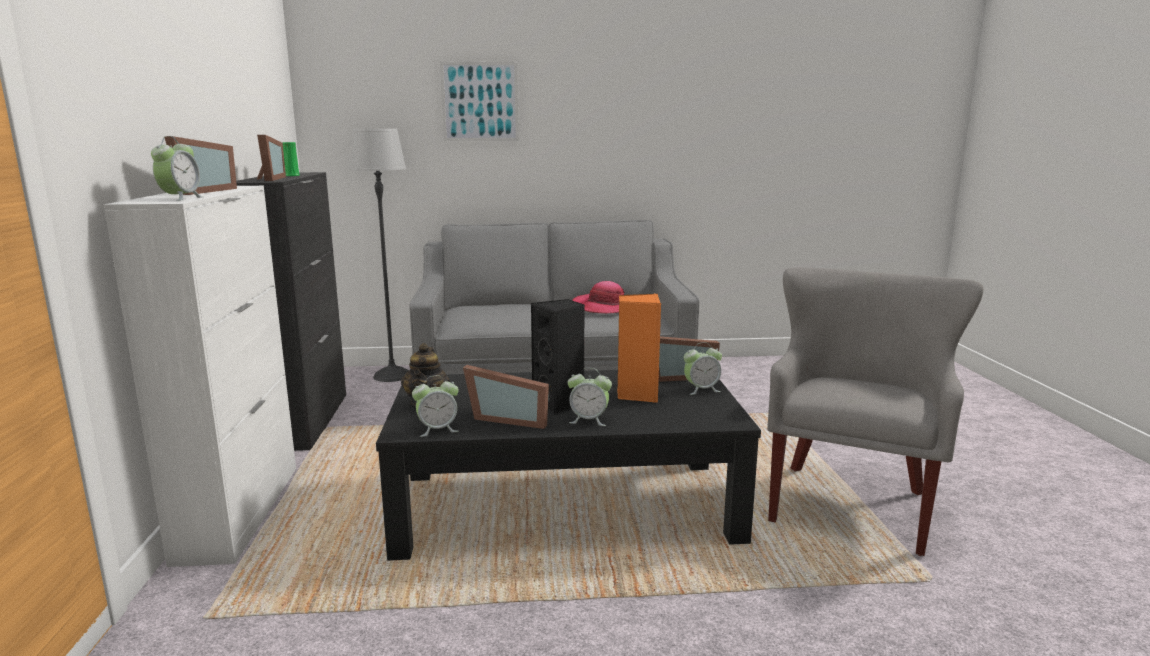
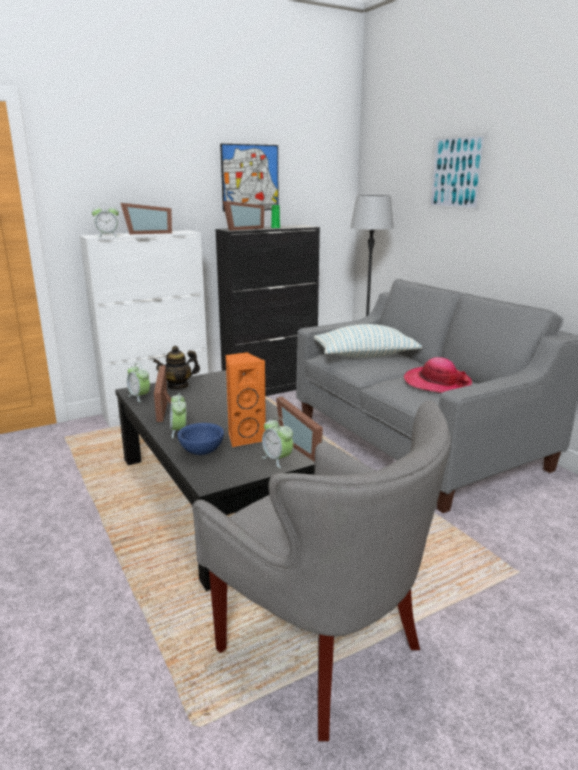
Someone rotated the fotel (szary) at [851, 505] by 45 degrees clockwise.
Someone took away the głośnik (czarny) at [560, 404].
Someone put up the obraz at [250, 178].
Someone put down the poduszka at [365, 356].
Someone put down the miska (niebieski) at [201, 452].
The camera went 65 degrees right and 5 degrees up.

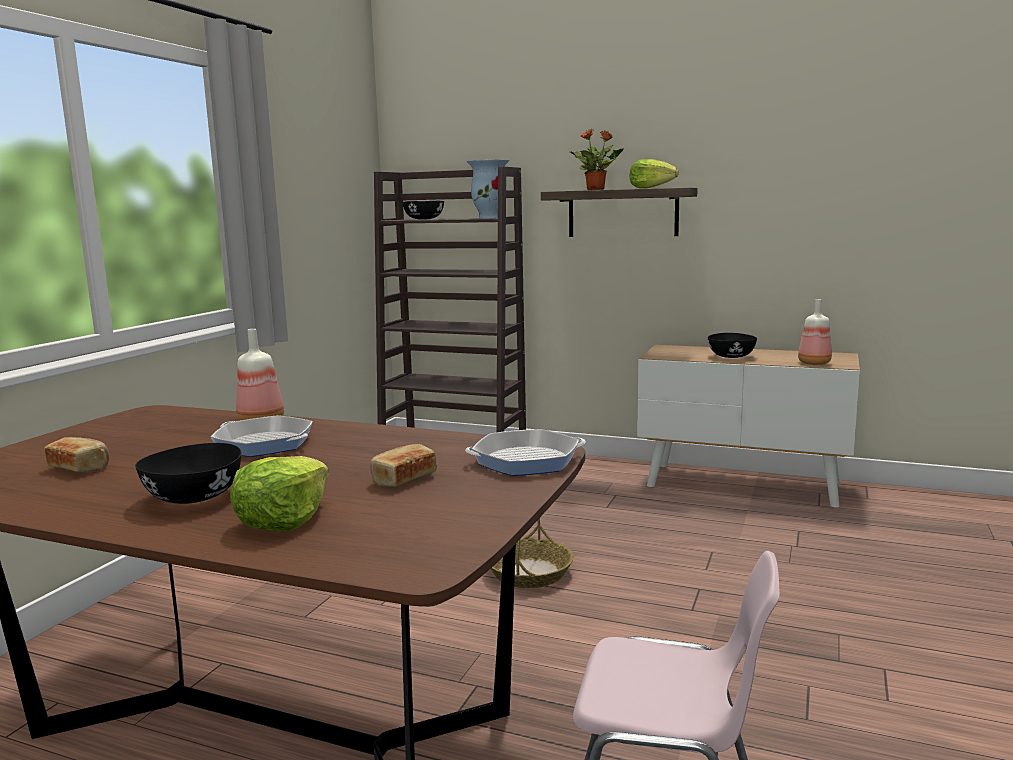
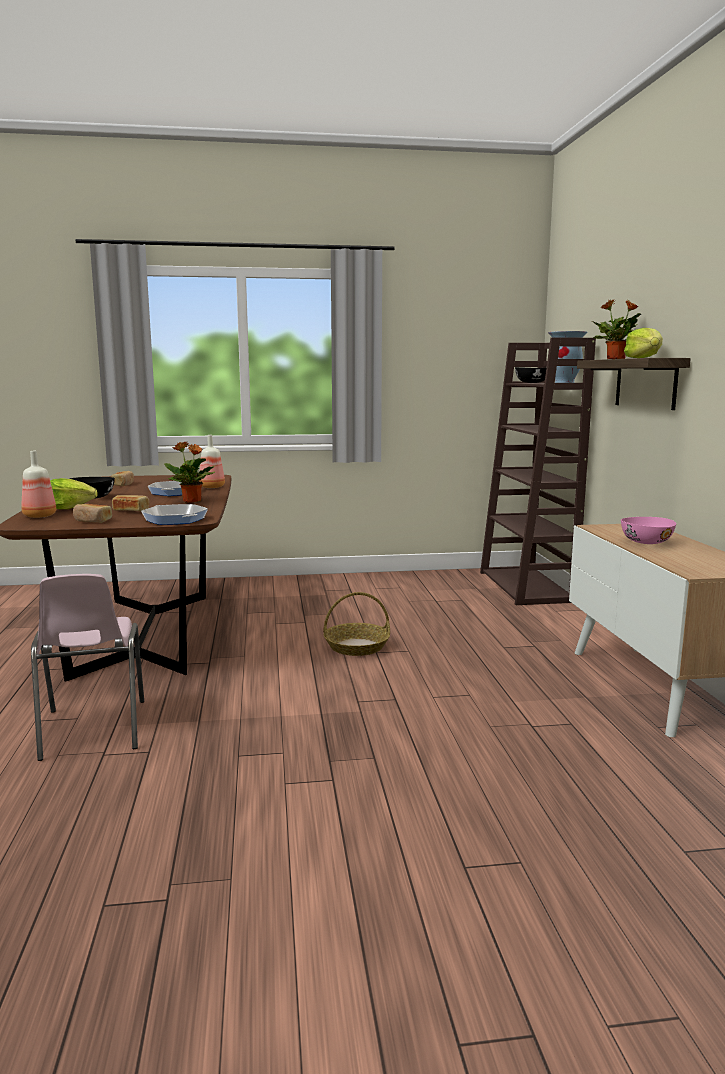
Someone carried the butelka from [813, 363] to [39, 516].
Someone repainted the miska (czarny) at [730, 356], which became the miska (różowy) at [646, 542].
Someone put down the roślina doniczkowa at [192, 501].
Someone put down the chleb at [92, 521].
The camera went 60 degrees right and 0 degrees up.

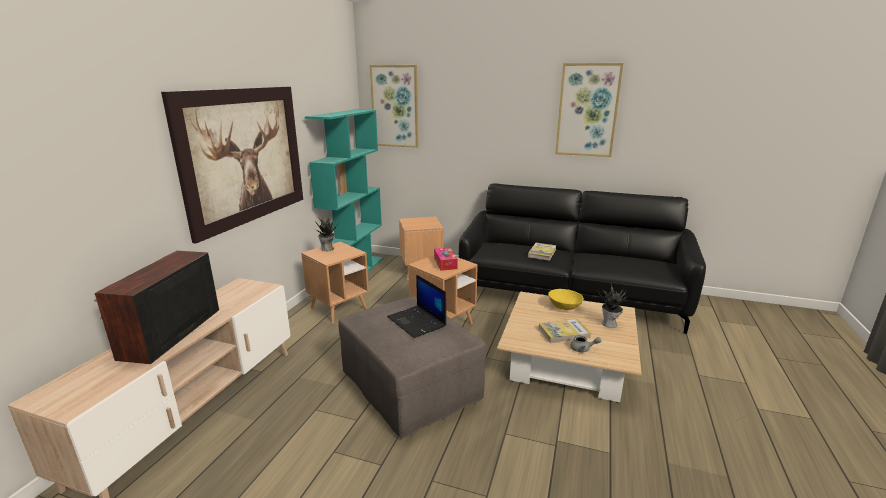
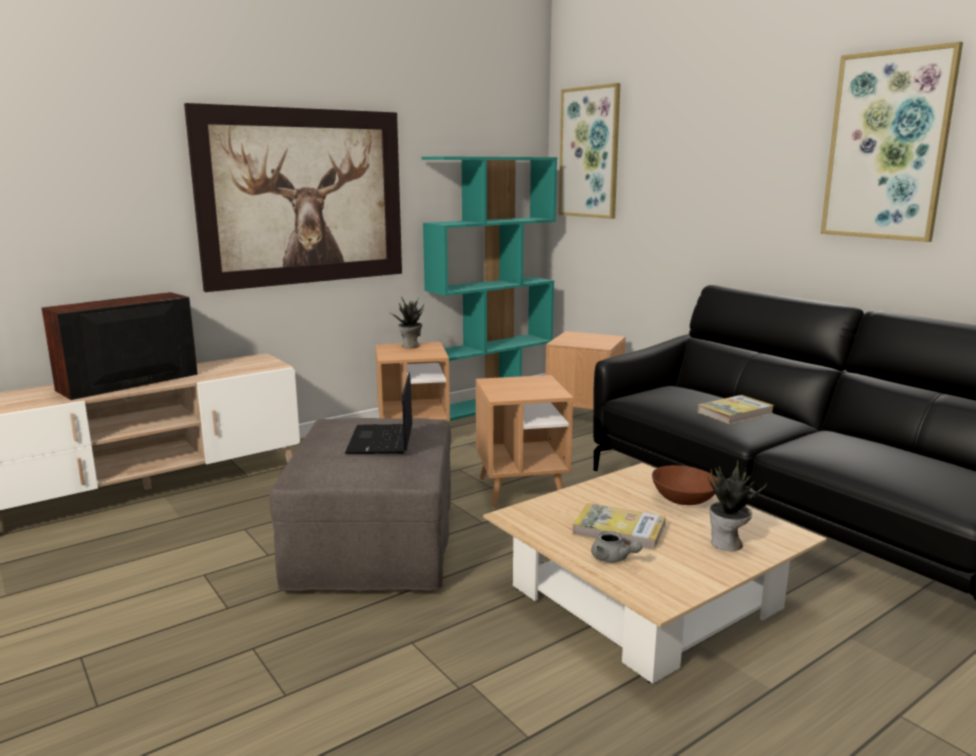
Someone took away the pudełko chusteczek at [445, 263].
Someone repainted the miska (żółty) at [564, 307], which became the miska (brązowy) at [683, 500].
The camera went 35 degrees right and 5 degrees down.

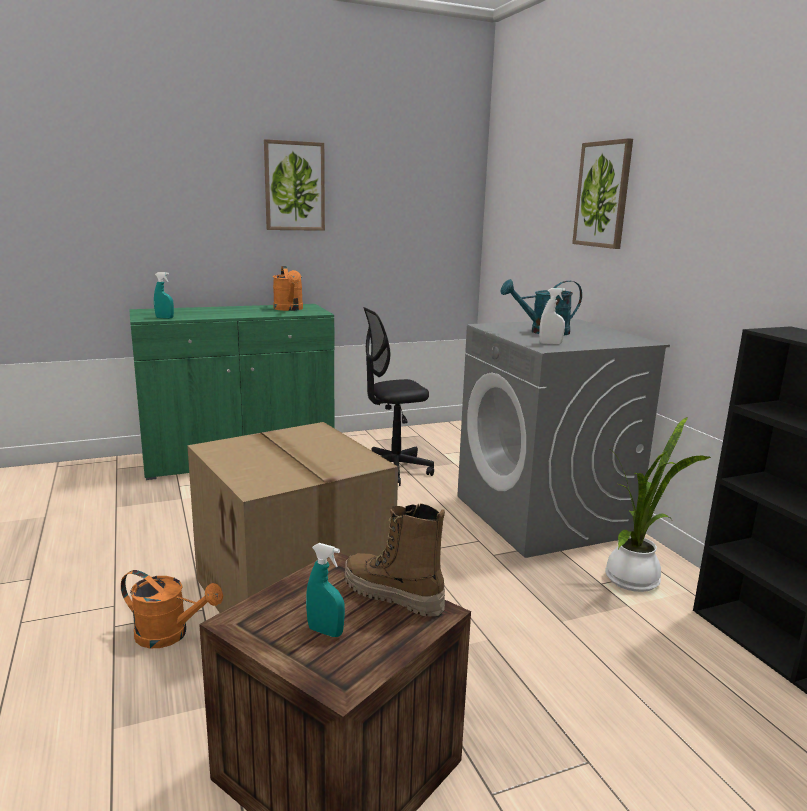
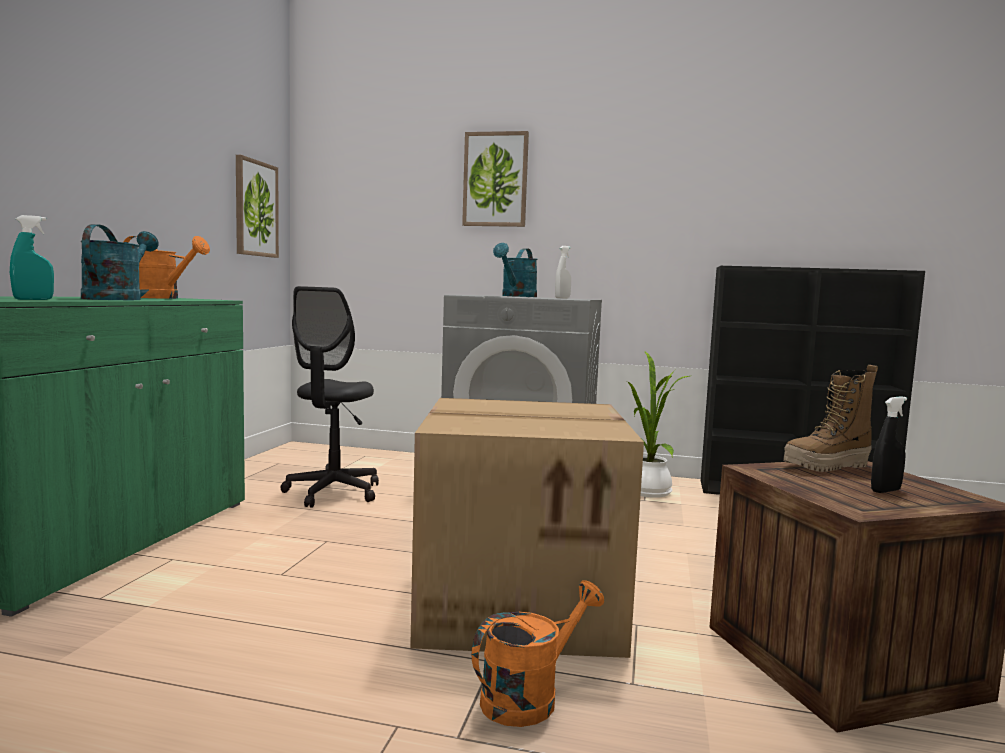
Someone carried the obraz from [294, 186] to [255, 208].
Someone repainted the spryskiwacz (turkusowy) at [325, 631], which became the spryskiwacz (czarny) at [885, 490].
Someone put down the konewka (turkusowy) at [117, 299].
The camera went 55 degrees left and 10 degrees down.

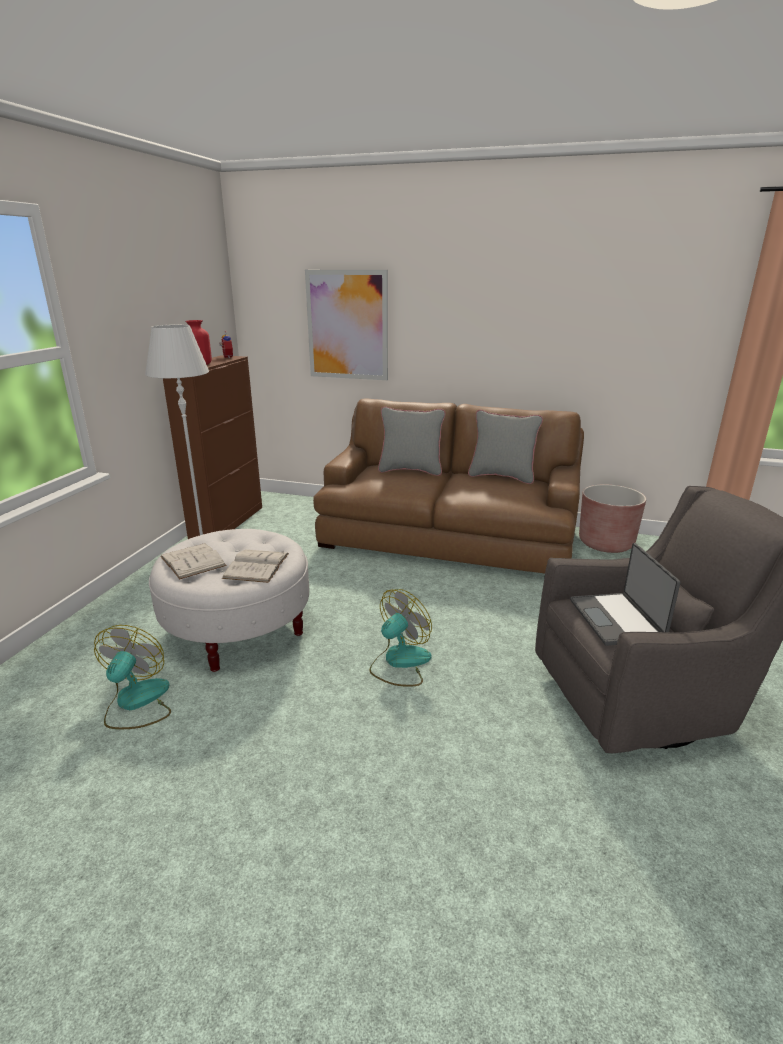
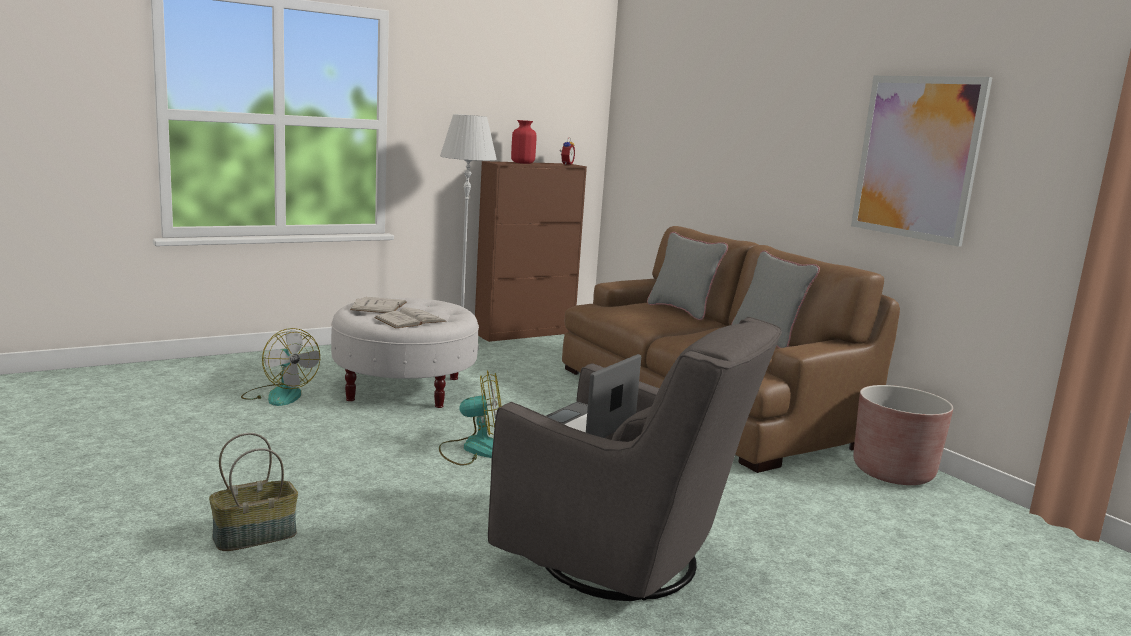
Someone carried the obraz from [347, 325] to [917, 157].
Someone rotated the wentylator at [136, 703] by 90 degrees clockwise.
Someone put down the koszyk at [255, 535].
The camera went 40 degrees right and 10 degrees down.

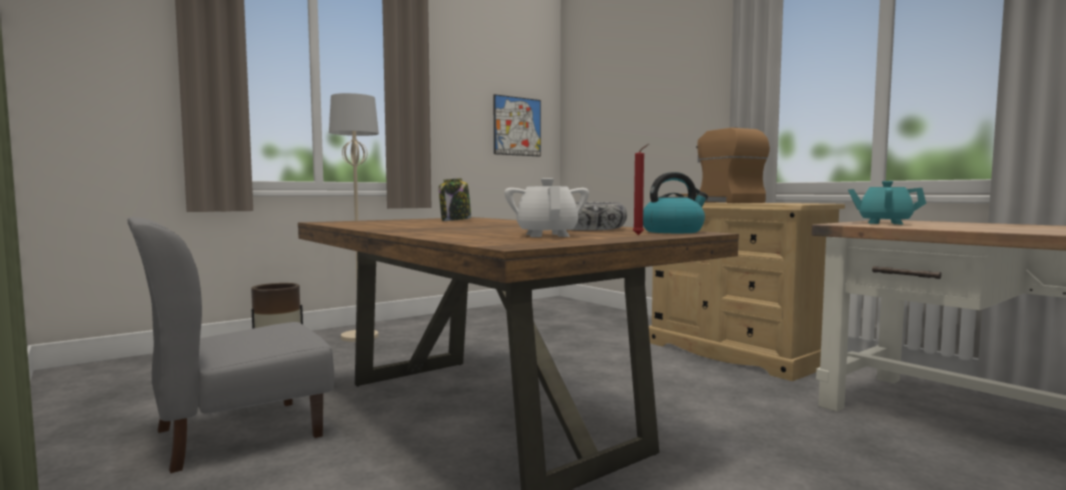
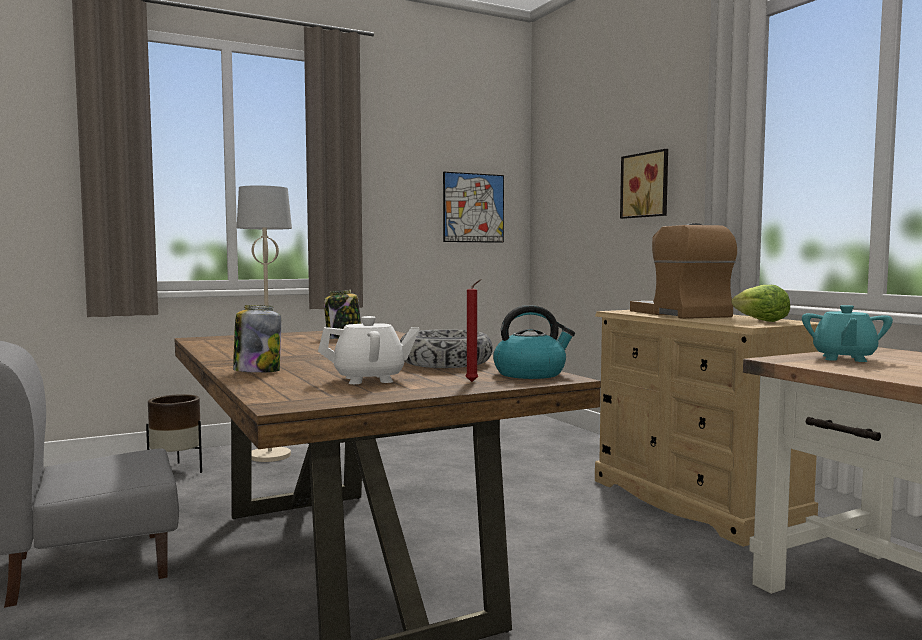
Someone rotated the imbryk (biały) at [547, 235] by 75 degrees clockwise.
Someone rotated the imbryk (turkusowy) at [884, 223] by 105 degrees counterclockwise.
Someone put up the obraz at [646, 185].
Someone put down the sałata at [761, 321].
Someone put down the słoik at [257, 371].
The camera went 10 degrees right and 0 degrees up.

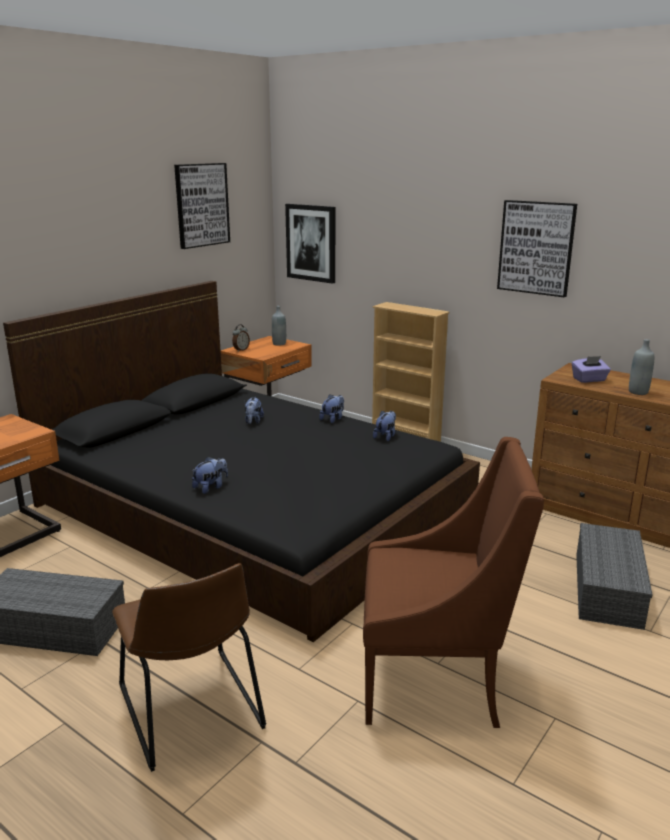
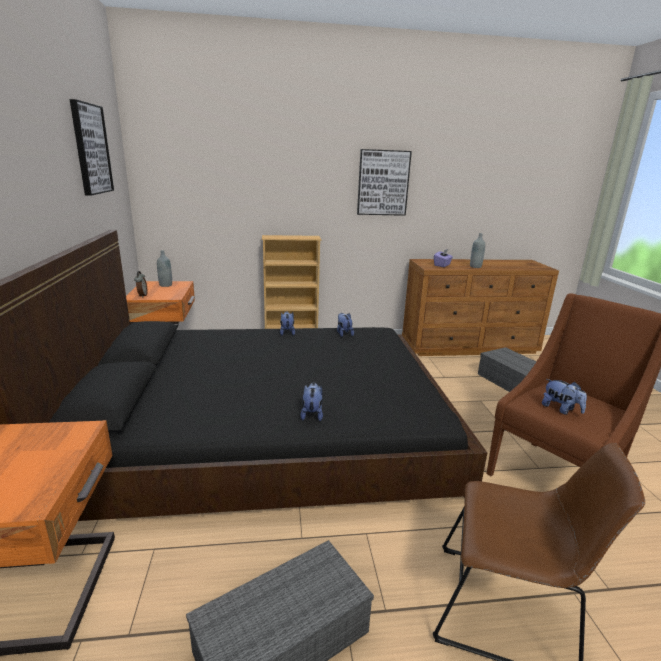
Someone took away the obraz at [311, 243].
Someone carried the pluszak from [253, 421] to [560, 409].
The camera went 45 degrees left and 0 degrees up.

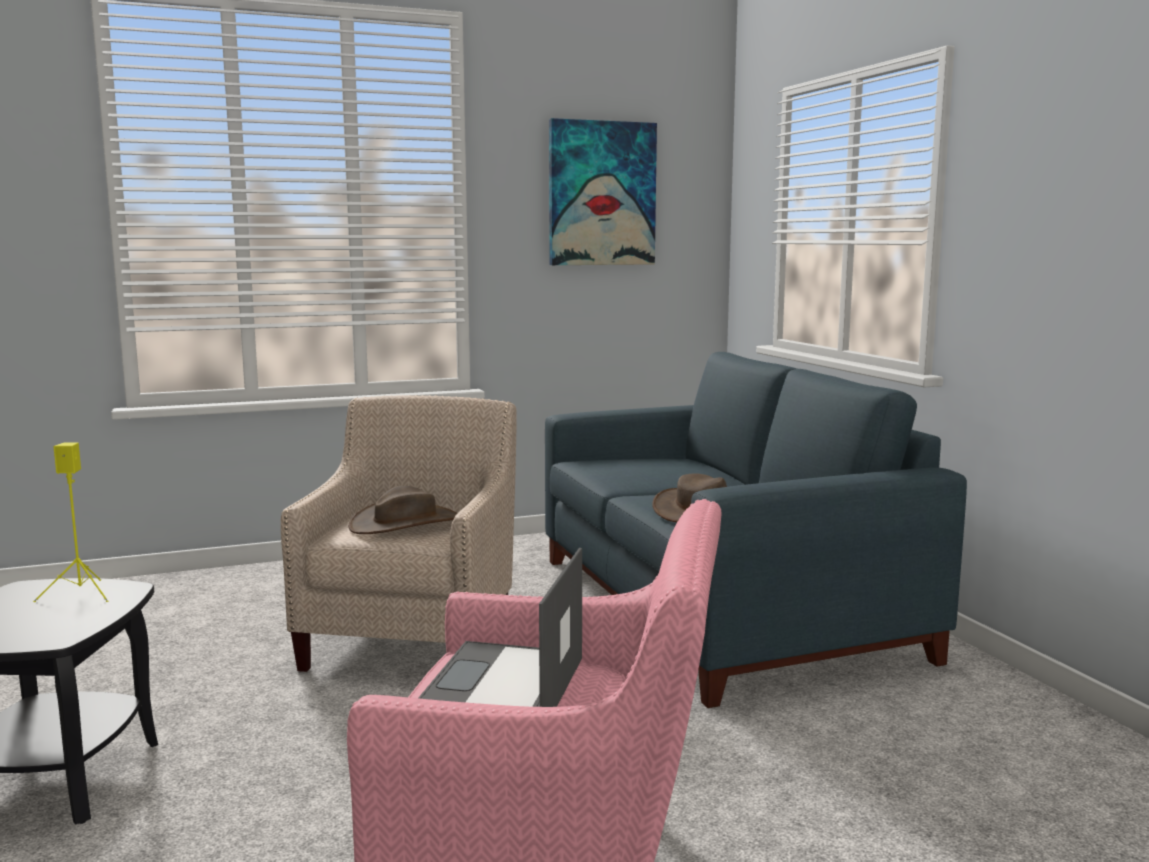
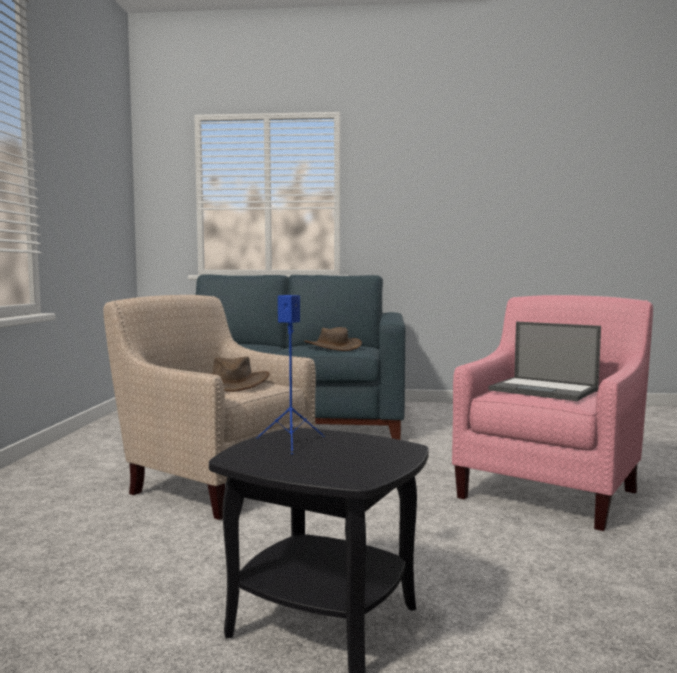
Someone took away the obraz at [601, 194].
Someone repainted the głośnik (żółty) at [82, 594], which became the głośnik (niebieski) at [291, 442].
The camera went 65 degrees left and 5 degrees down.

